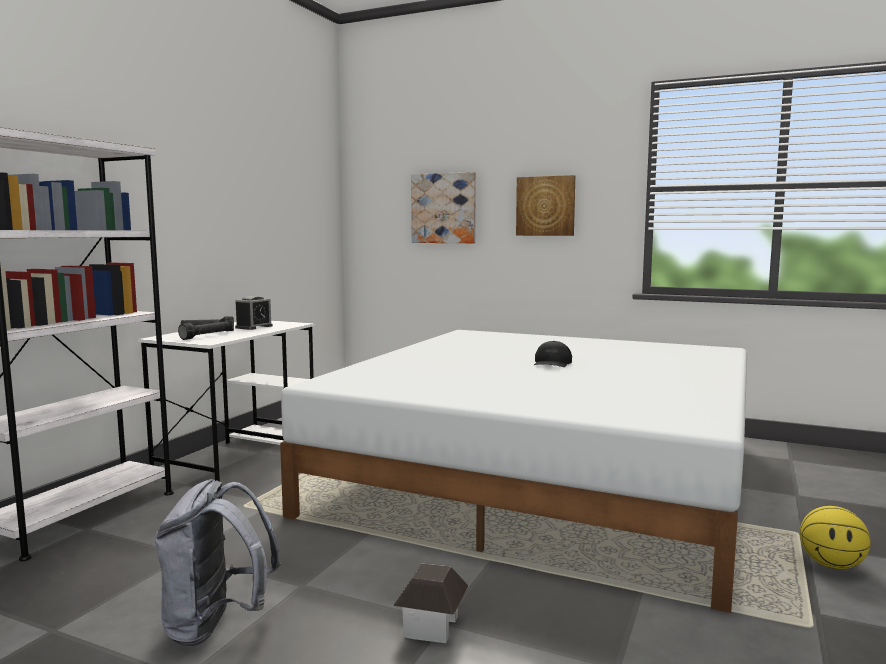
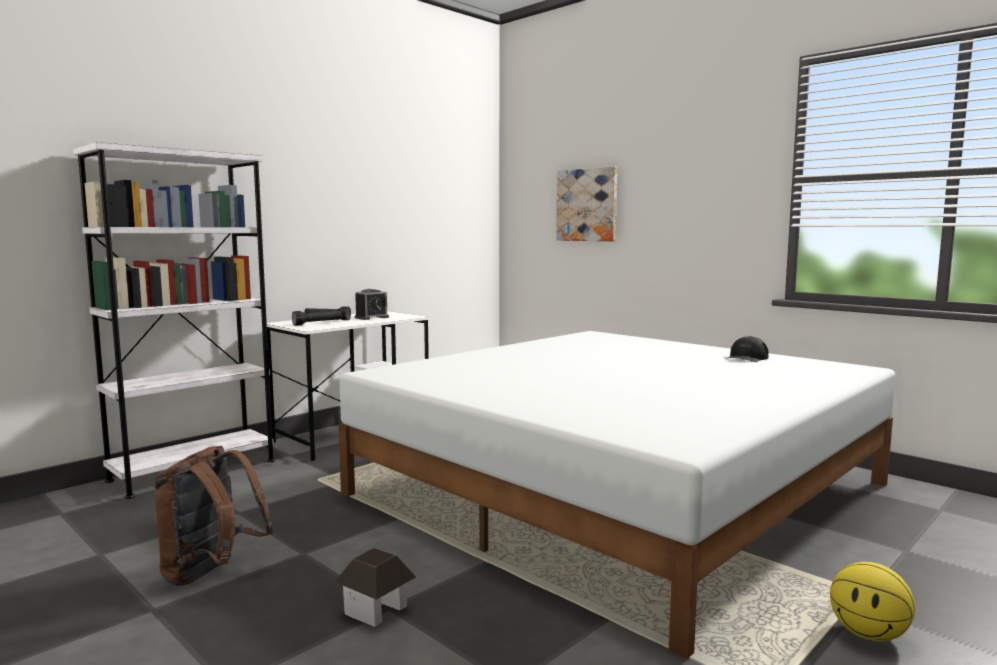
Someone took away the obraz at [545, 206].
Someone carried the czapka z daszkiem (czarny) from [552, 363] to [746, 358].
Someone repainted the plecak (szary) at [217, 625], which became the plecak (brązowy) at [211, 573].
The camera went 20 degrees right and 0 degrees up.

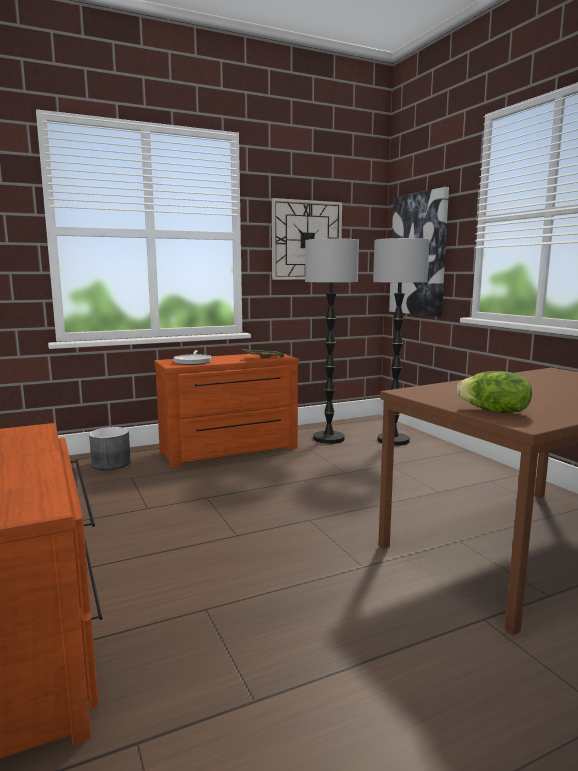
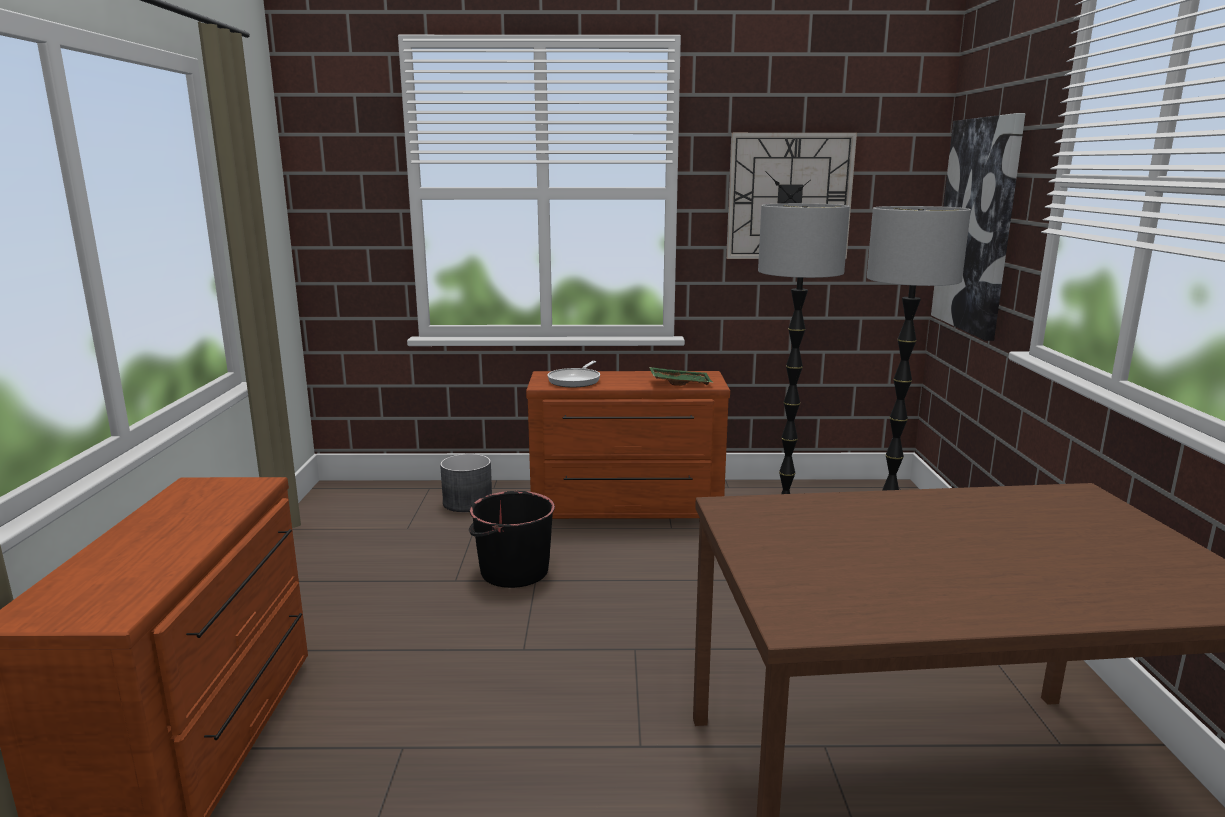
Someone took away the sałata at [494, 411].
Someone put down the wiadro (czarny) at [513, 572].
The camera went 25 degrees right and 5 degrees up.

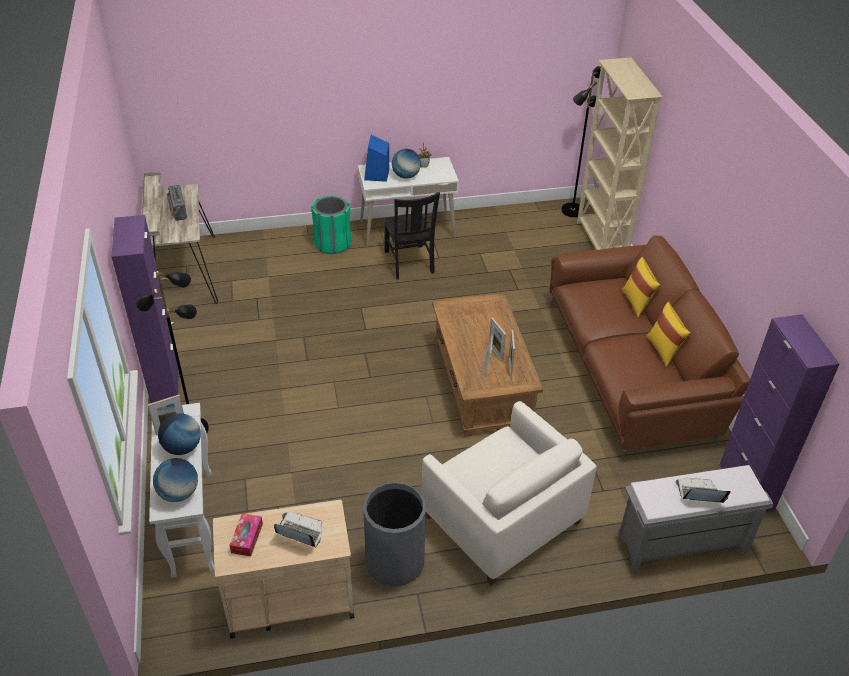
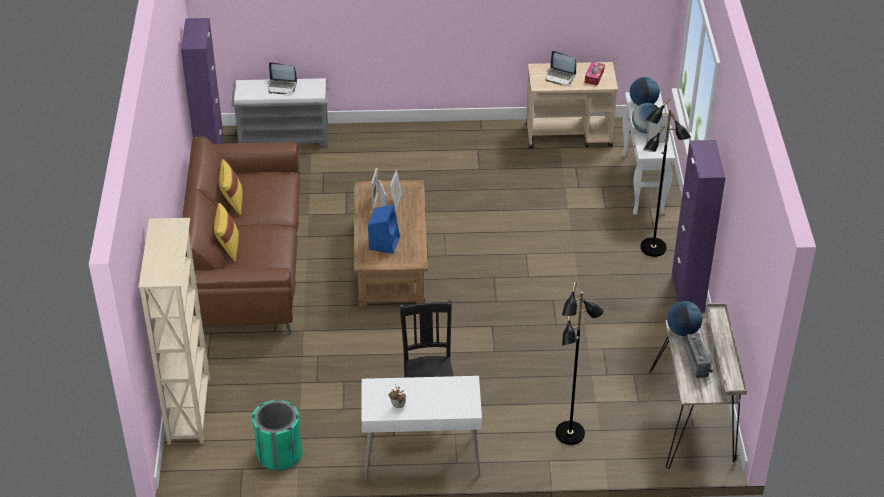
Someone carried the lampa stojąca (czarny) from [572, 210] to [570, 434].
Someone carried the głośnik (niebieski) from [377, 175] to [384, 242].
Someone carried the globus from [406, 176] to [682, 331].
Someone carried the kosz na śmieci (zielony) from [333, 244] to [279, 455].
Someone took away the fotel (biały) at [502, 518].
Someone took away the kosz na śmieci (szary) at [395, 562].
The camera went 170 degrees left and 0 degrees up.

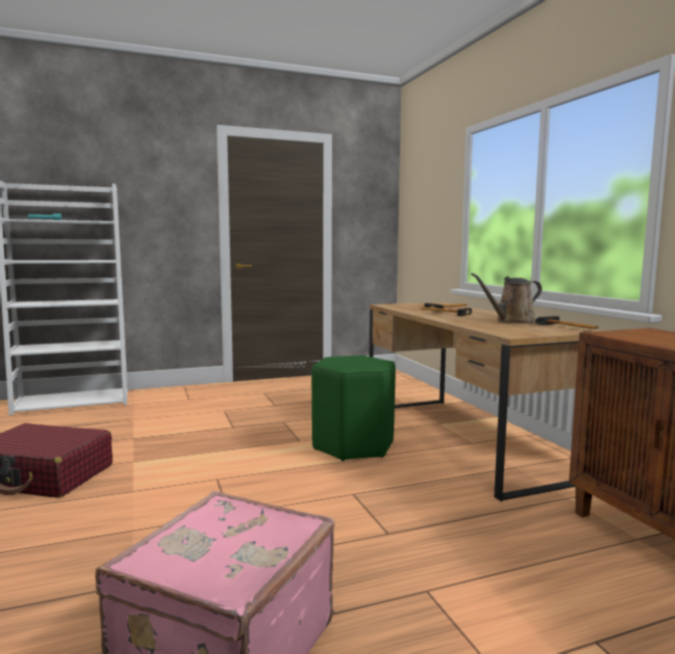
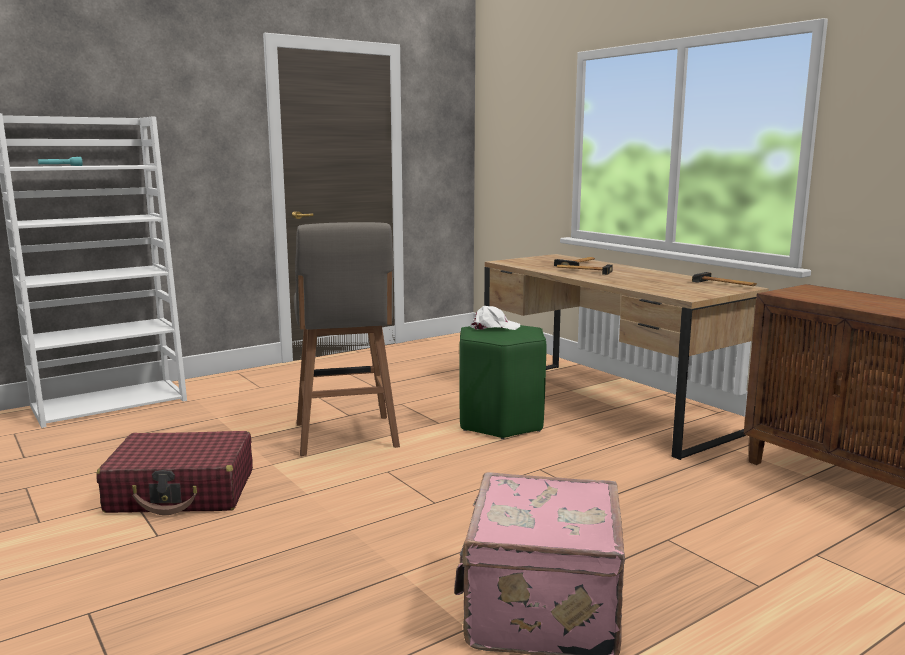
Someone took away the konewka (brązowy) at [511, 321].
Someone put down the stołek (szary) at [346, 437].
Someone put down the czapka z daszkiem (biały) at [494, 327].
The camera went 15 degrees left and 5 degrees up.

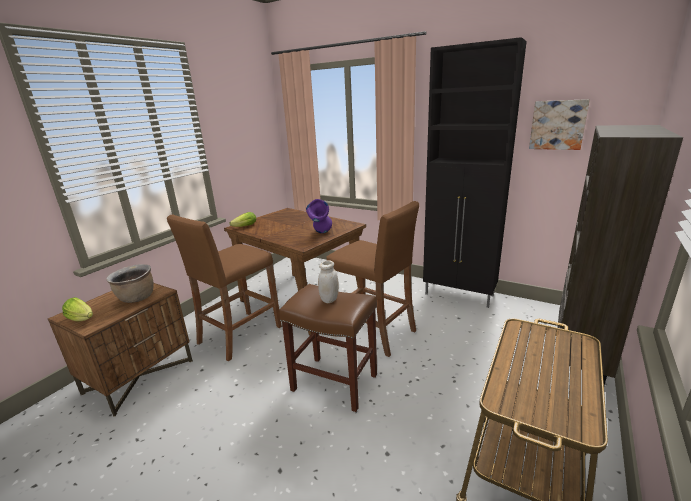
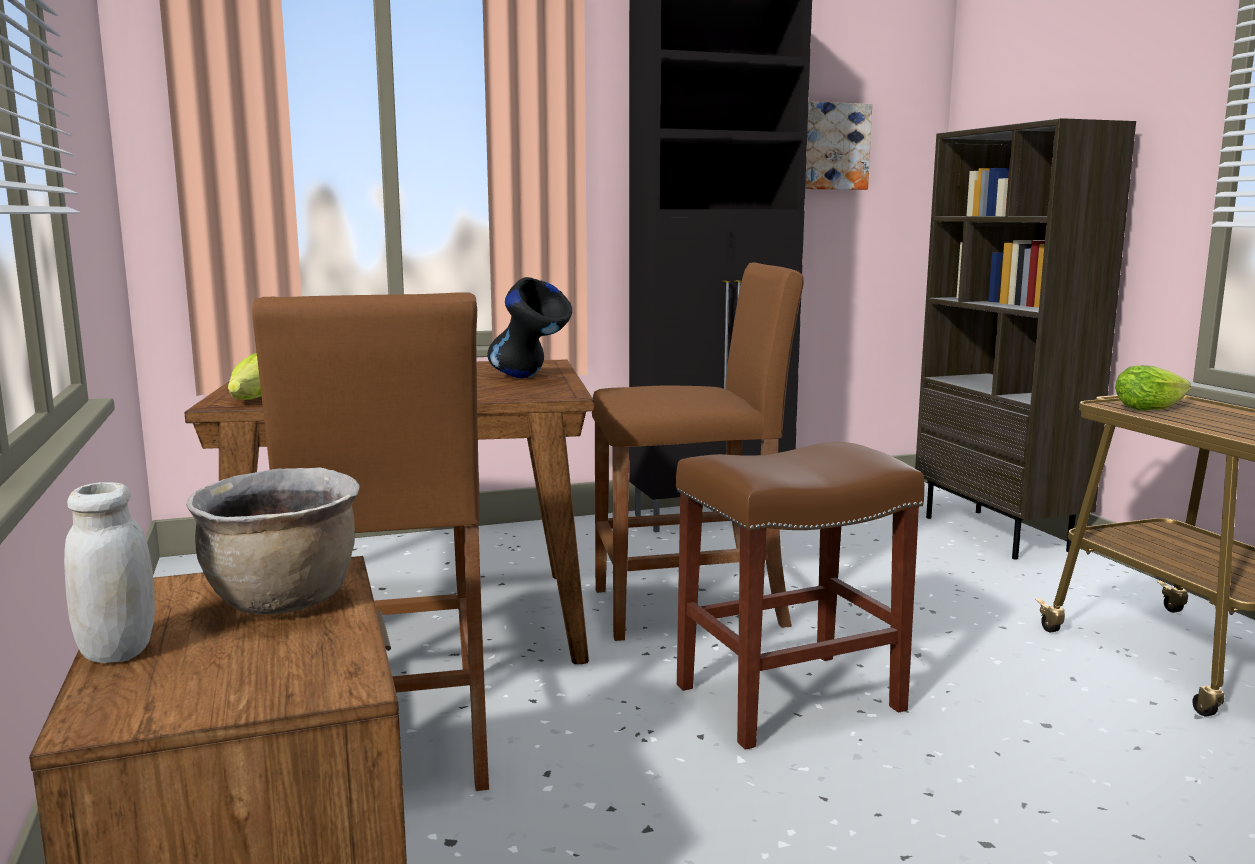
Someone repainted the wazon (fioletowy) at [321, 234], which became the wazon (czarny) at [529, 379].
Someone carried the słoik (biały) from [329, 299] to [118, 651].
Someone carried the sałata from [82, 319] to [1153, 408].
The camera went 50 degrees left and 10 degrees down.

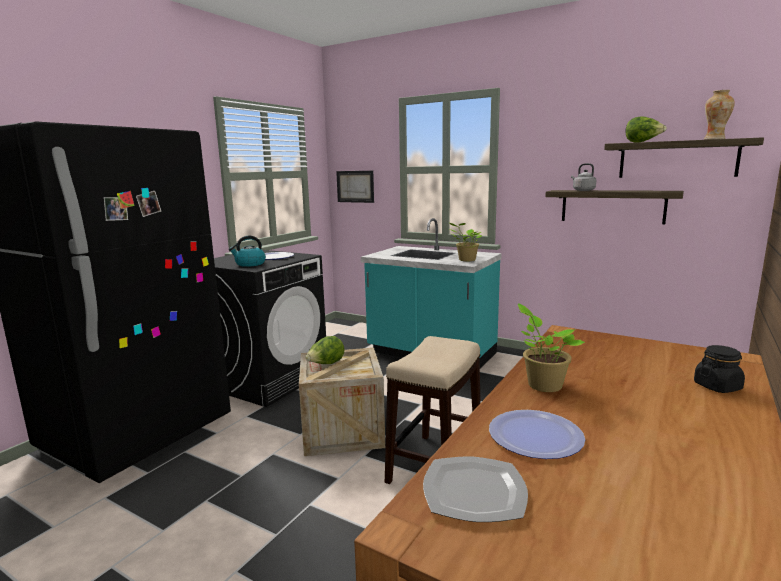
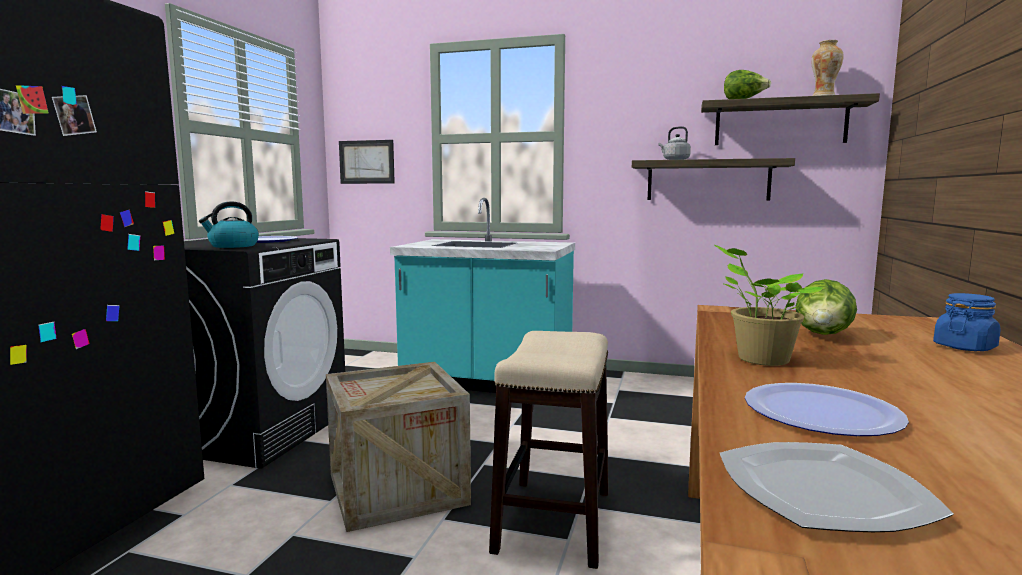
Someone took away the roślina doniczkowa at [465, 260].
Someone carried the sałata from [326, 364] to [823, 336].
Someone repainted the słoik (czarny) at [717, 386], which became the słoik (niebieski) at [964, 347].
The camera went 15 degrees left and 5 degrees down.

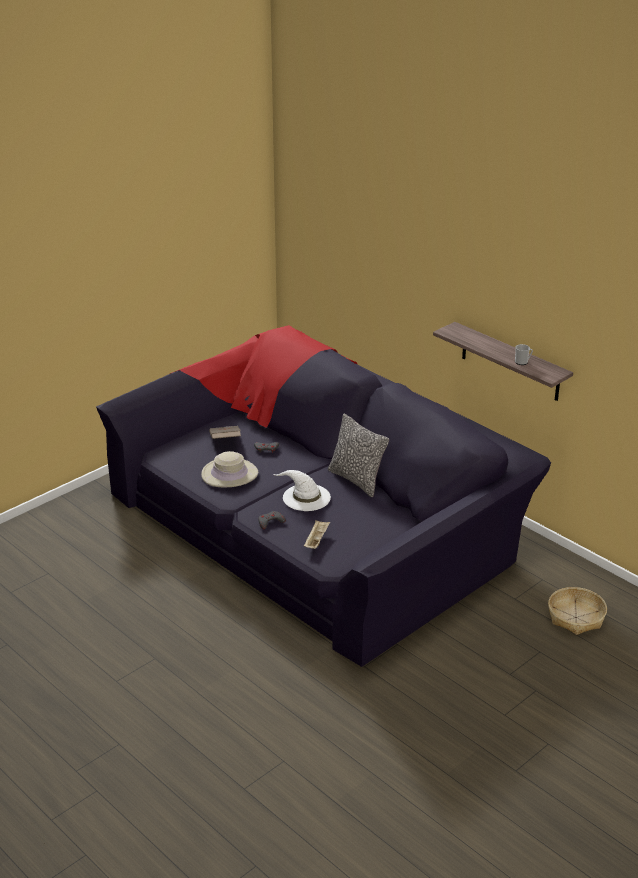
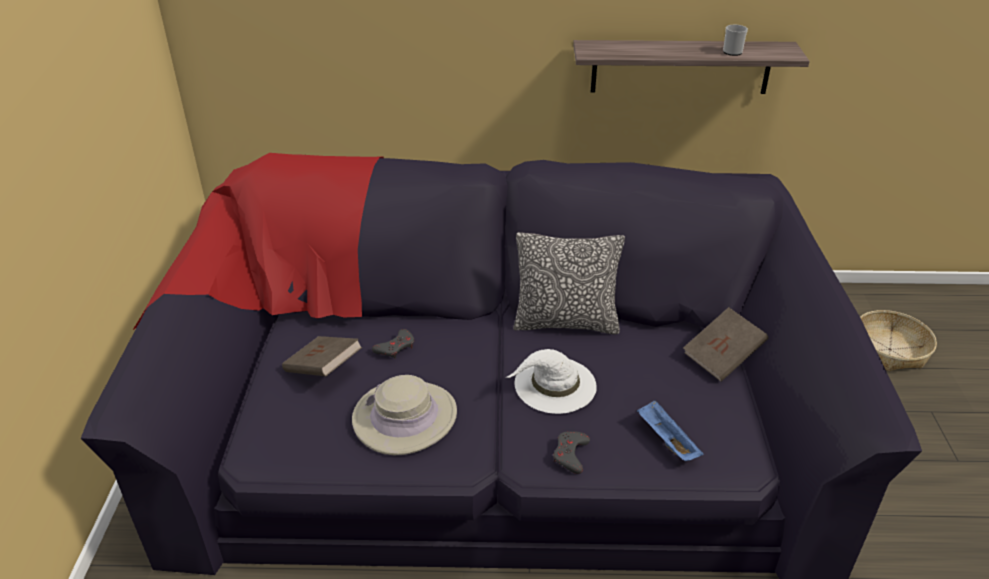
Someone repainted the taca (beżowy) at [316, 540], which became the taca (niebieski) at [666, 440].
Someone put down the książka (brązowy) at [722, 357].
The camera went 45 degrees left and 5 degrees up.

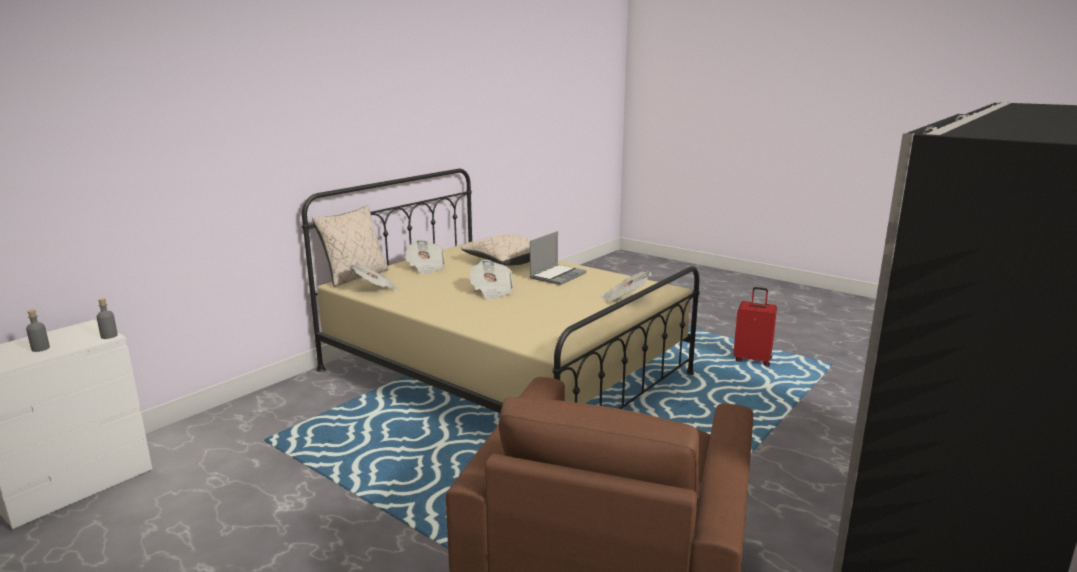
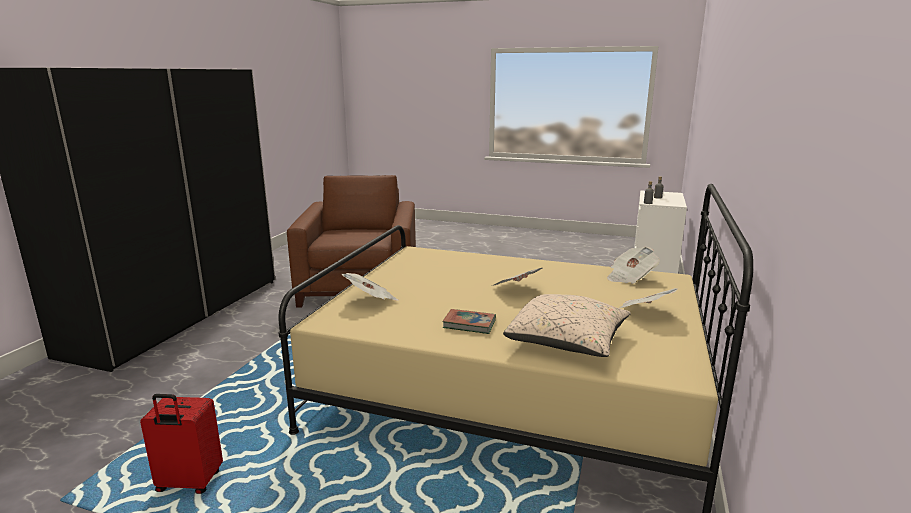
Someone took away the poduszka (beżowy) at [355, 277].
Someone swapped the laptop at [557, 275] for the książka at [469, 324].
The camera went 160 degrees right and 0 degrees up.

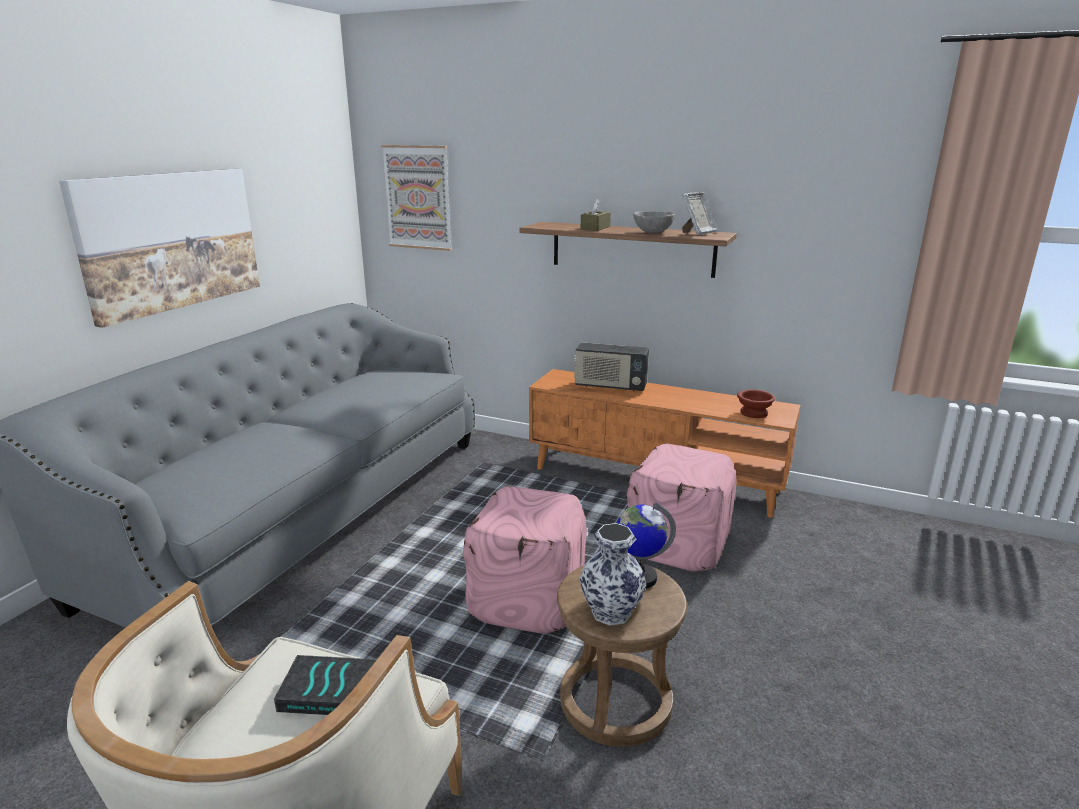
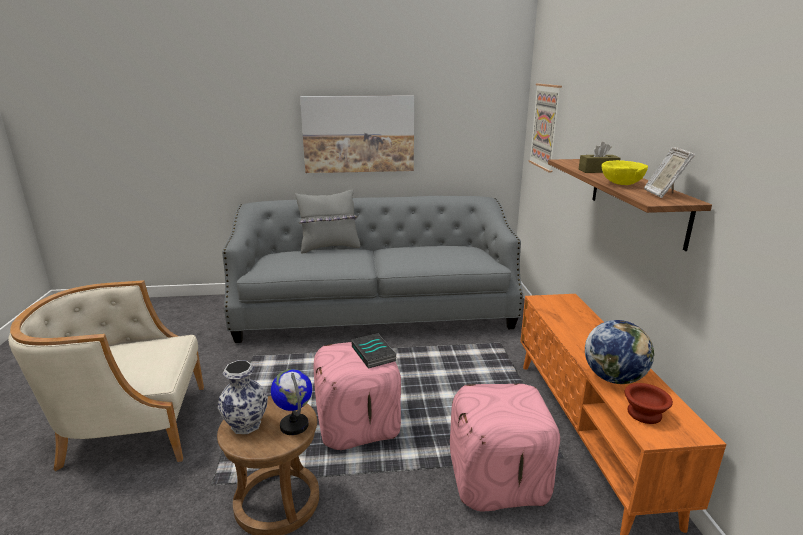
Someone rotated the ramka na zdjęcie at [698, 233] by 75 degrees clockwise.
Someone repainted the miska (szary) at [653, 232], which became the miska (żółty) at [622, 184].
Someone took away the radio at [610, 386].
Someone carried the książka from [333, 690] to [374, 354].
Someone put down the poduszka (szary) at [329, 247].
Someone put down the globus at [613, 378].
The camera went 60 degrees right and 0 degrees up.

